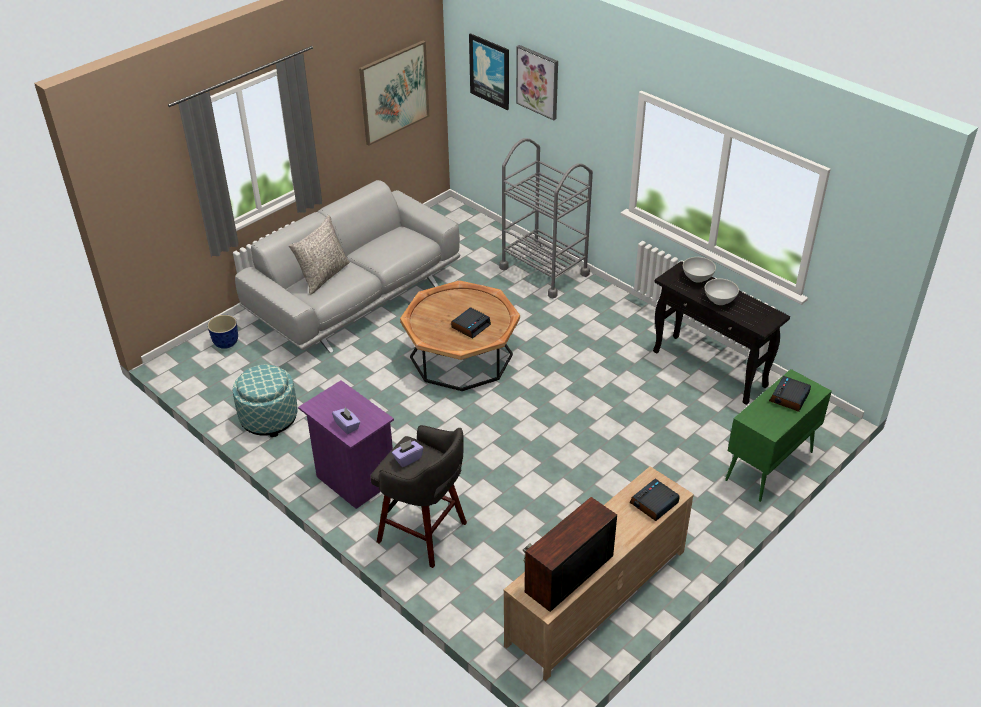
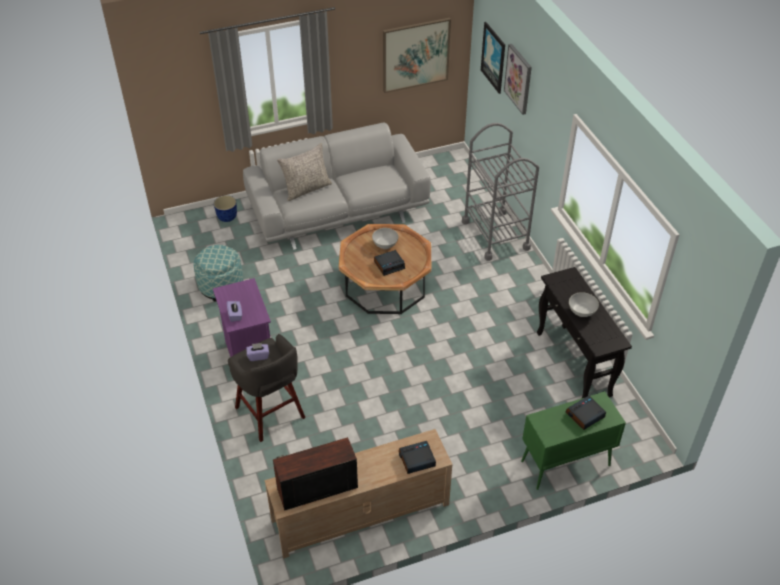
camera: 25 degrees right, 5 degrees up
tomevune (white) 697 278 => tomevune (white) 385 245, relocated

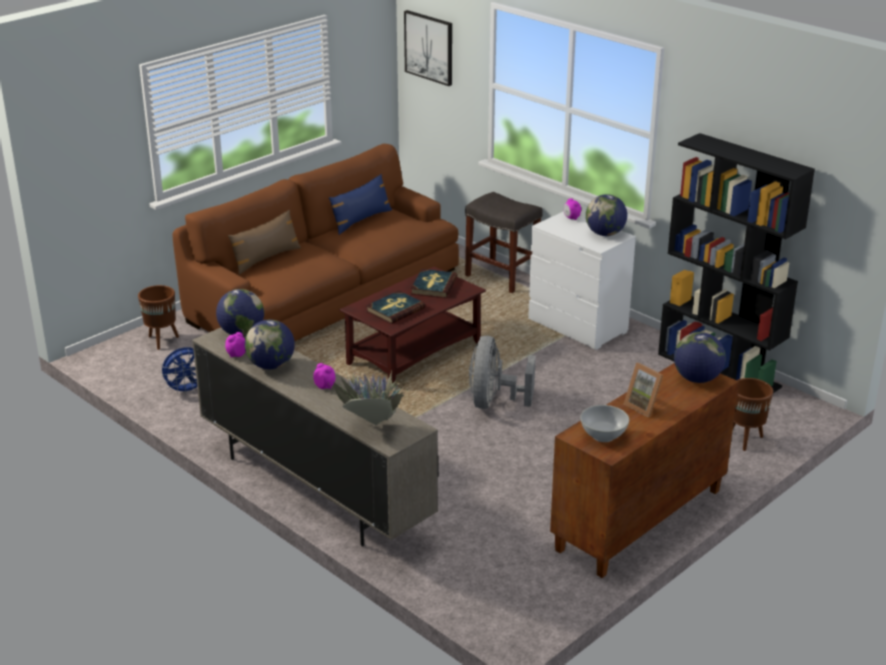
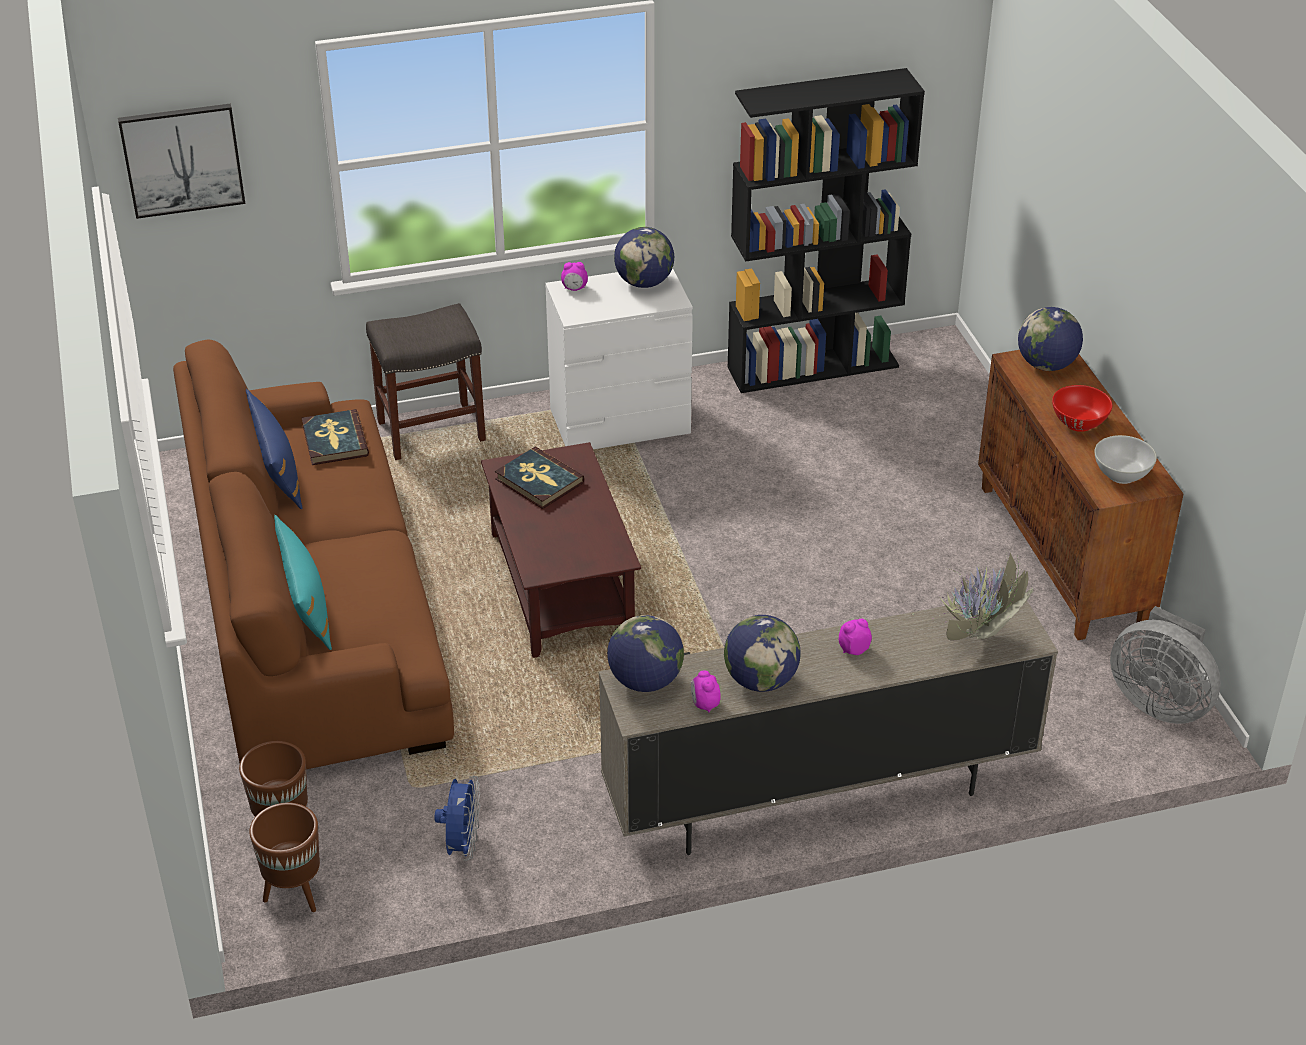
camera: 60 degrees left, 10 degrees up
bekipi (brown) 266 259 => bekipi (turquoise) 305 606
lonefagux 395 310 => lonefagux 334 440, relocated
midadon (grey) 494 402 => midadon (grey) 1159 702, relocated
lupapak 644 406 => tomevune (red) 1079 423
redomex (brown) 745 439 => redomex (brown) 294 894, relocated

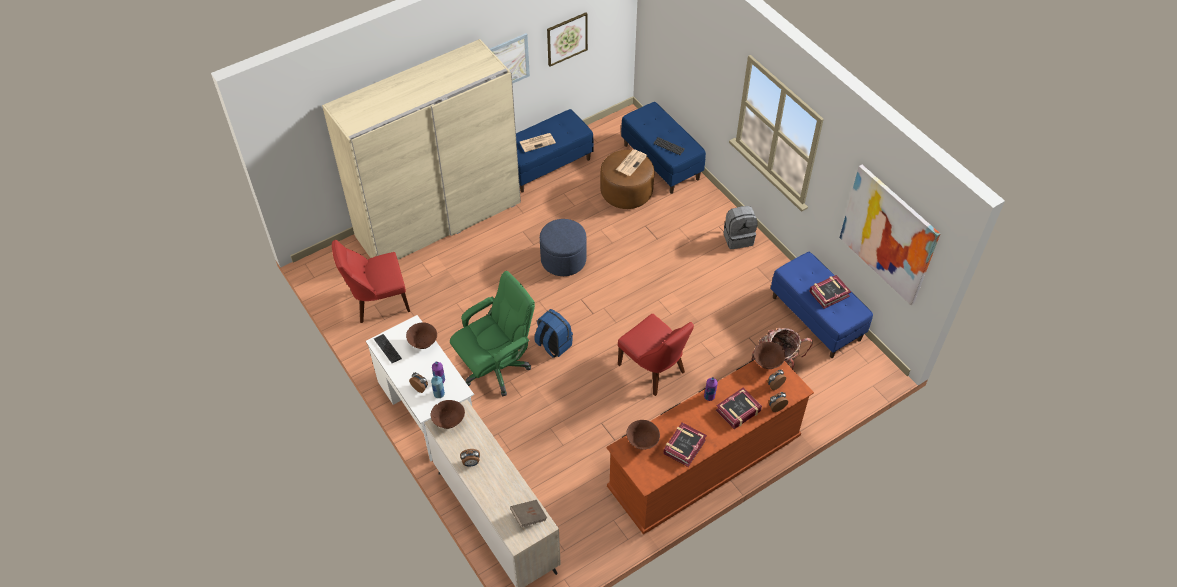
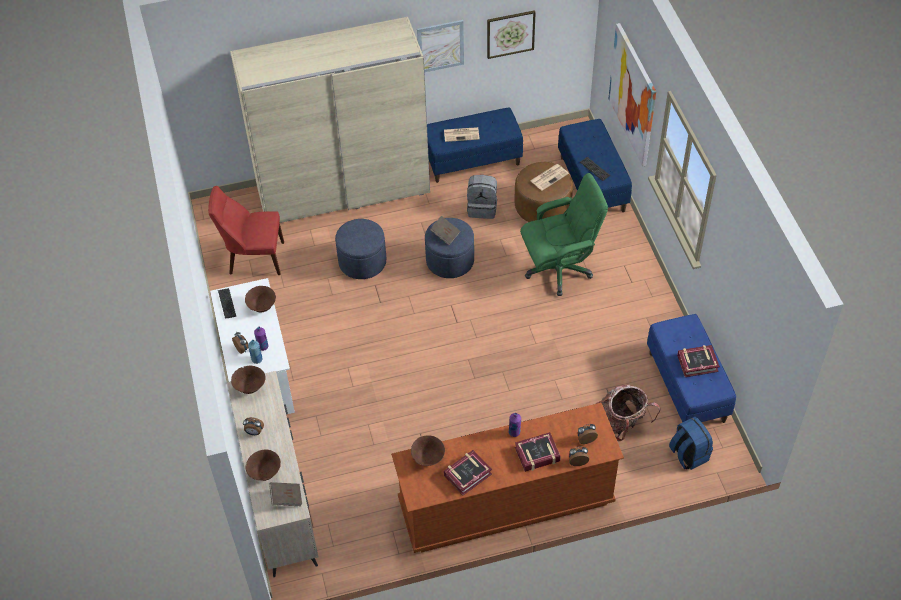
camera: 20 degrees right, 0 degrees up
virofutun 888 234 => virofutun 633 94, relocated
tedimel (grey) 738 238 => tedimel (grey) 482 208, relocated
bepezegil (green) 496 367 => bepezegil (green) 559 269, relocated
tedimel (blue) 553 345 => tedimel (blue) 688 455, relocated
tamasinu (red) 653 370 => nothing
tomevune (brown) 767 363 => tomevune (brown) 265 473, relocated
nothing => lonefagux (brown) 445 234
nothing => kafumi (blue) 362 261

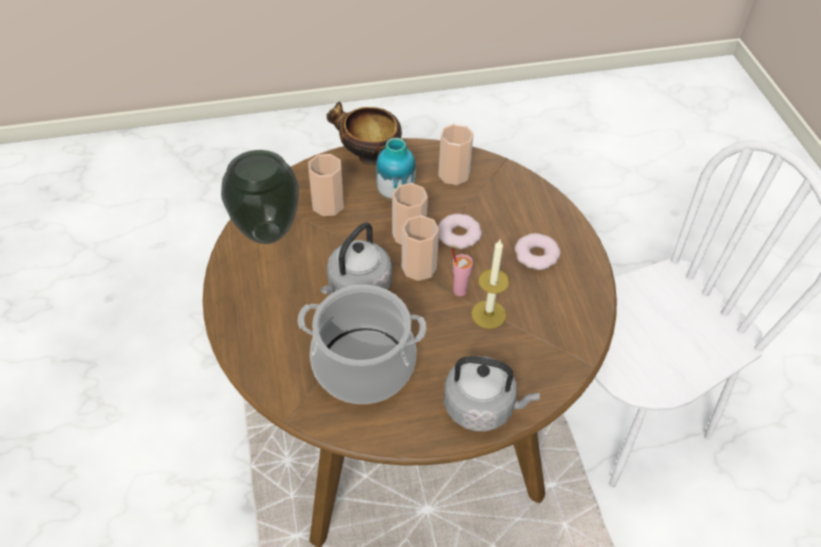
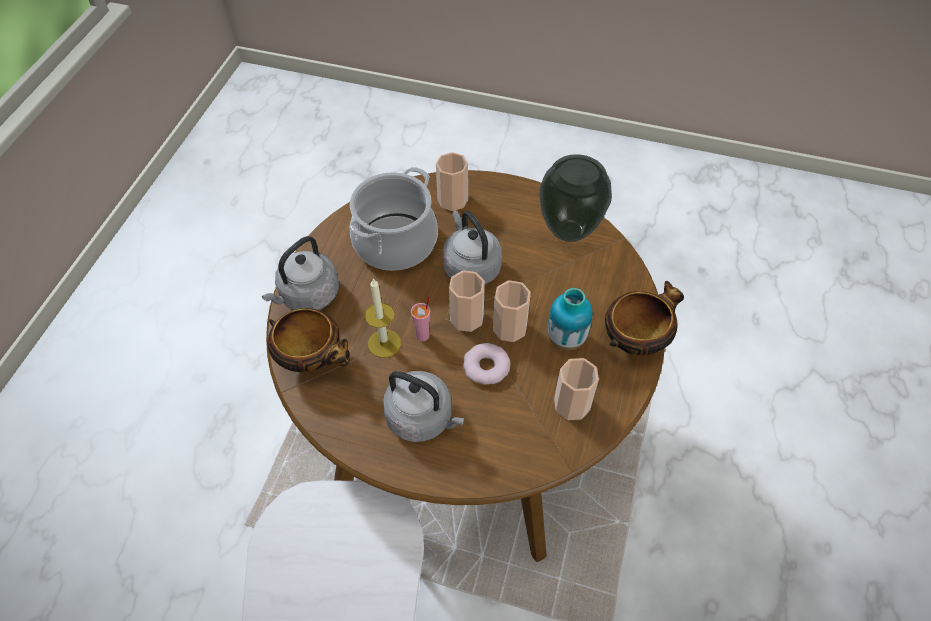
camera: 120 degrees right, 5 degrees up
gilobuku 328 205 => gilobuku 452 200, relocated
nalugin 536 255 => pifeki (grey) 422 418
nothing => tomevune 313 360

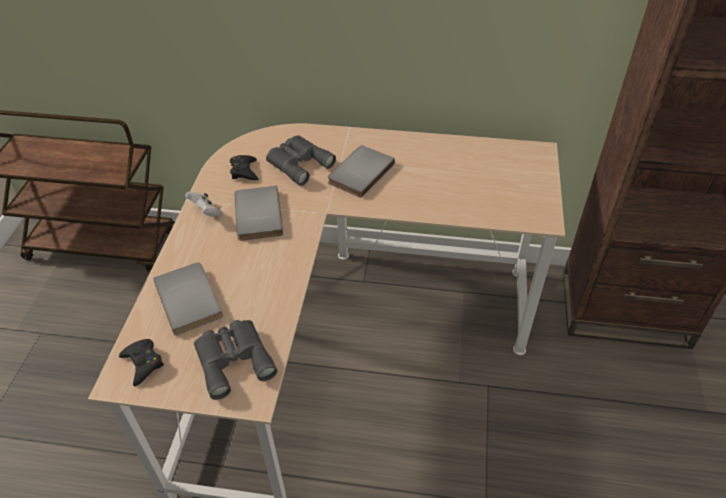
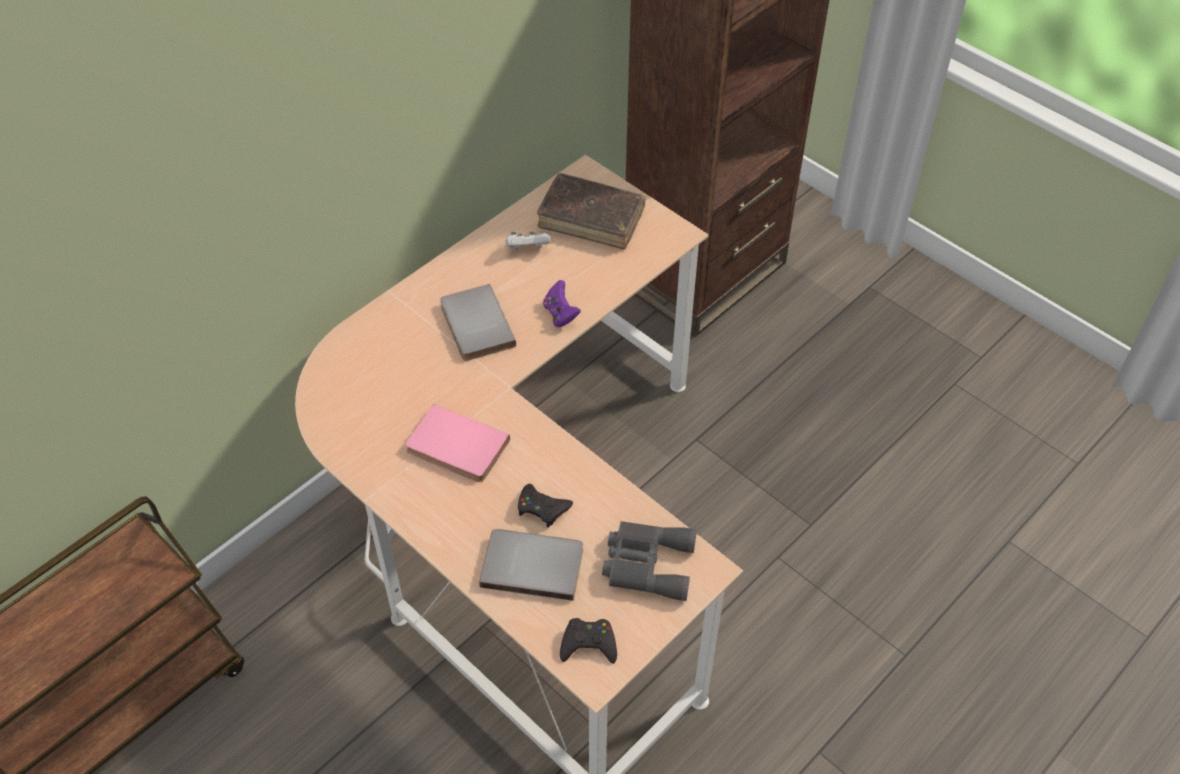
camera: 55 degrees left, 5 degrees up
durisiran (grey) 298 163 => nothing
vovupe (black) 244 171 => vovupe (black) 542 508, relocated
lonefagux (grey) 256 215 => lonefagux (pink) 456 448
vovupe (white) 206 212 => vovupe (white) 528 249, relocated
nothing => lonefagux (brown) 591 219
nothing => vovupe (purple) 560 314

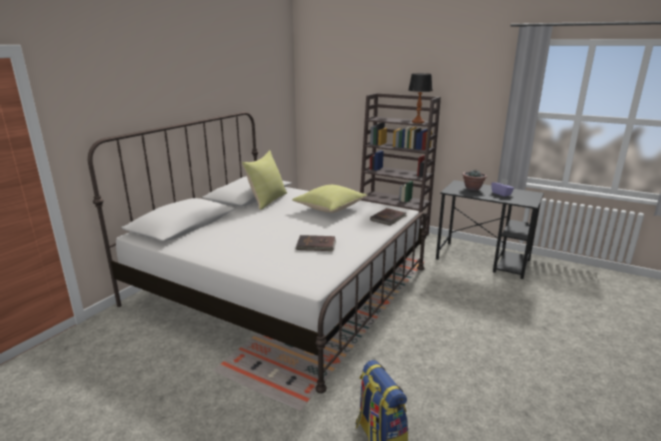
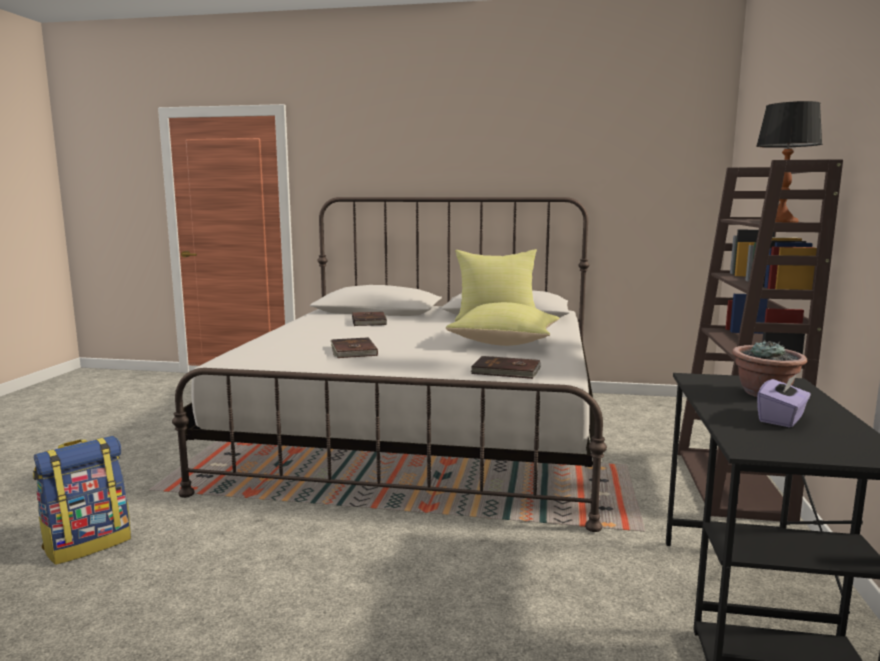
camera: 70 degrees right, 10 degrees down
nothing => lonefagux (brown) 370 321

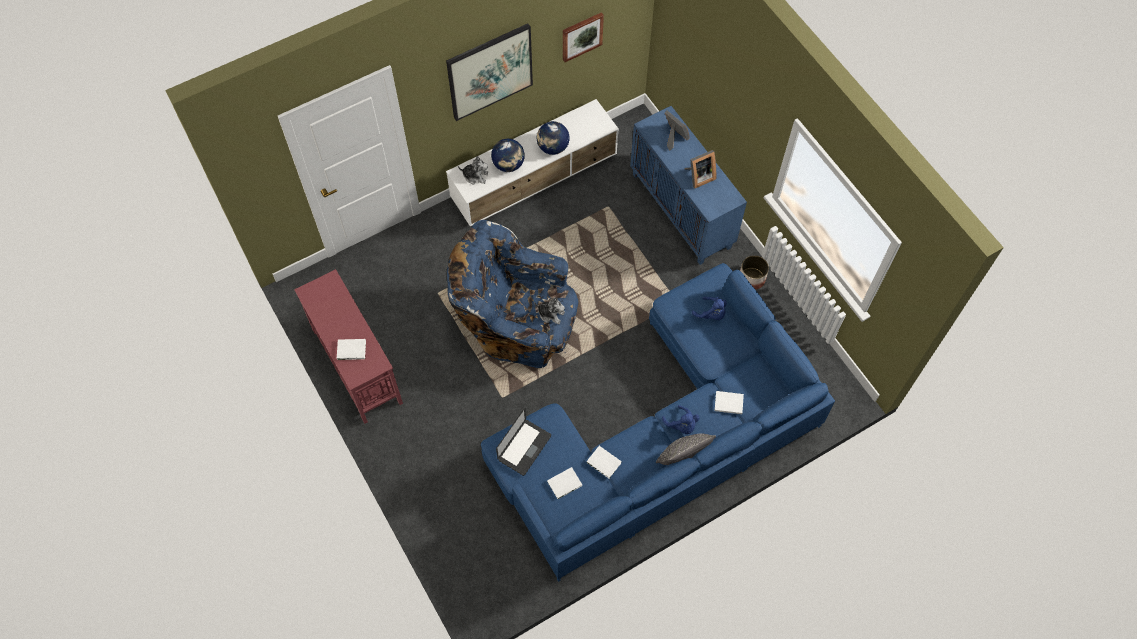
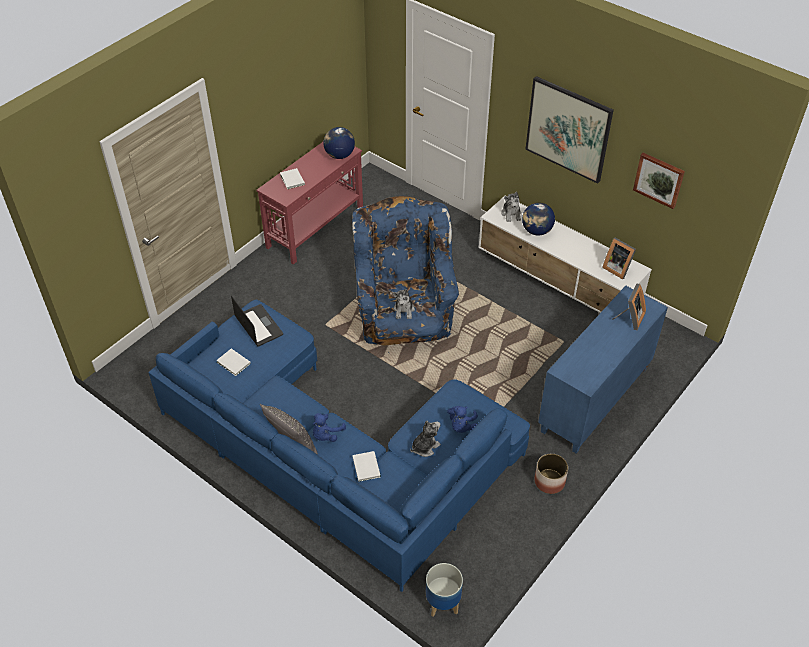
camera: 70 degrees right, 15 degrees down
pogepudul 553 147 => pogepudul 339 155, relocated
lupapak 699 177 => lupapak 617 268, relocated
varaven 524 448 => varaven 259 326, 135 degrees counterclockwise
lonefagux (white) 604 463 => nothing
nothing => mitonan 425 446
nothing => redomex 442 603

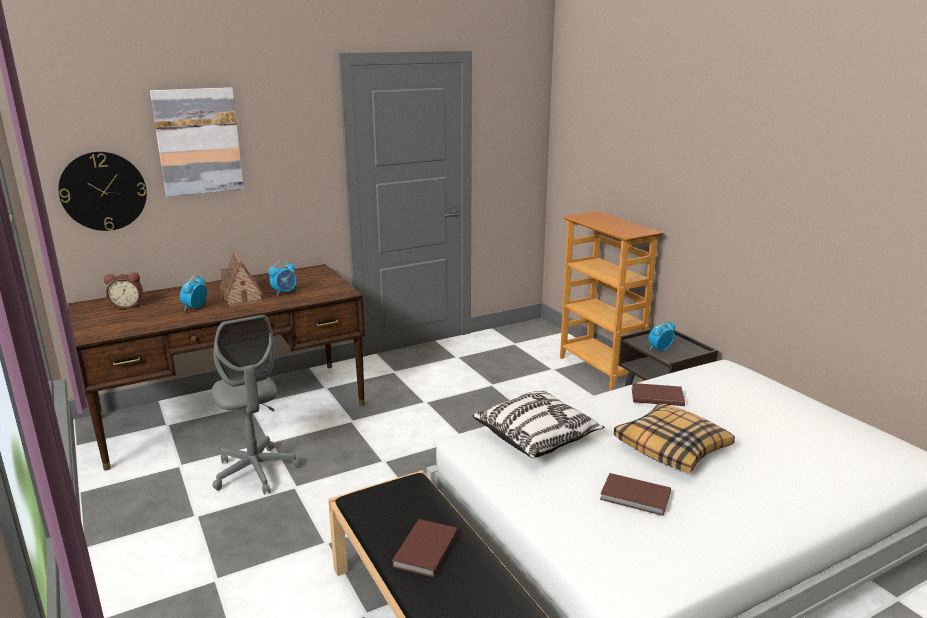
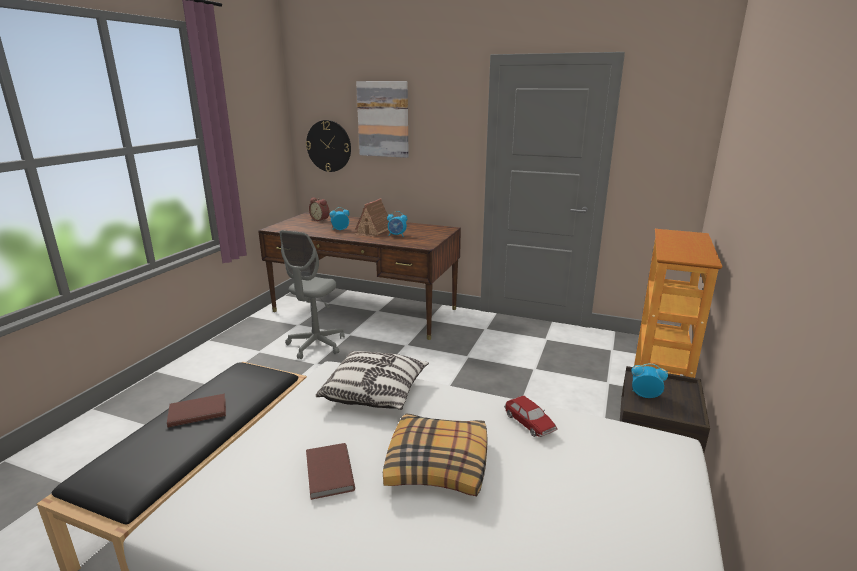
camera: 50 degrees right, 0 degrees up
lonefagux (brown) 656 396 => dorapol 529 423

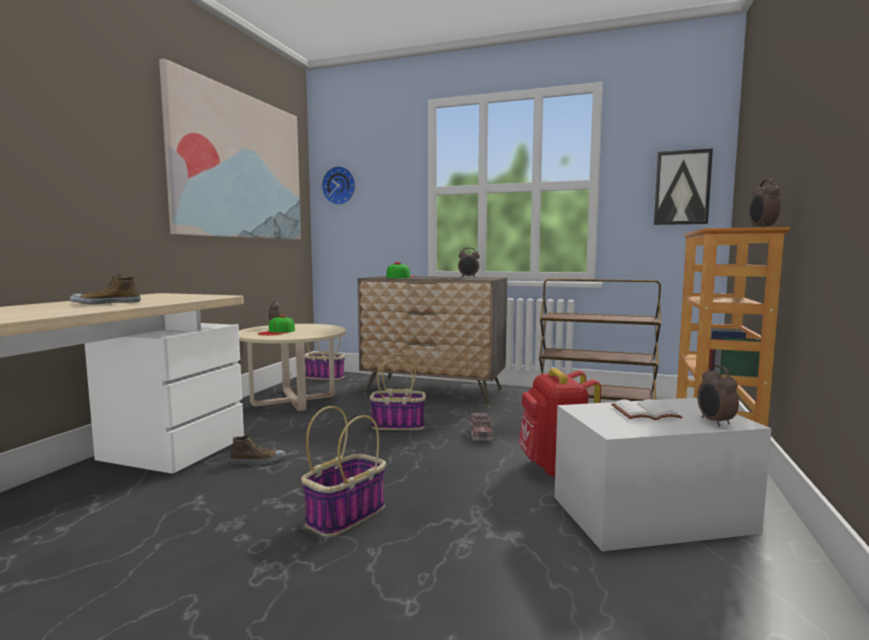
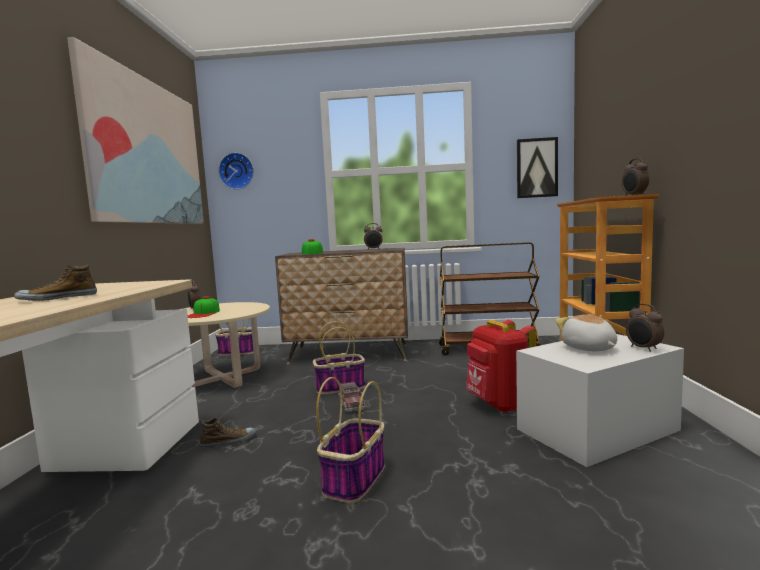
camera: 15 degrees left, 0 degrees up
lonefagux (white) 645 413 => mitonan 588 348
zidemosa 480 435 => zidemosa 351 405, relocated

